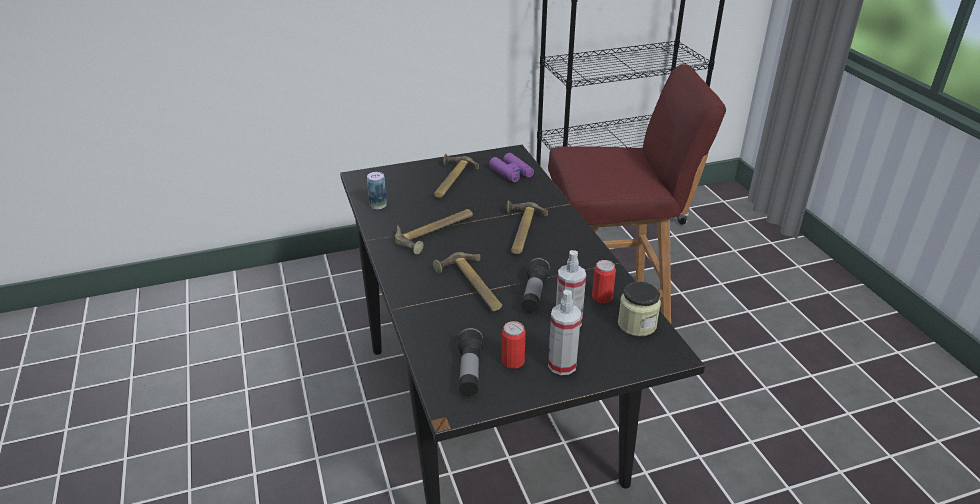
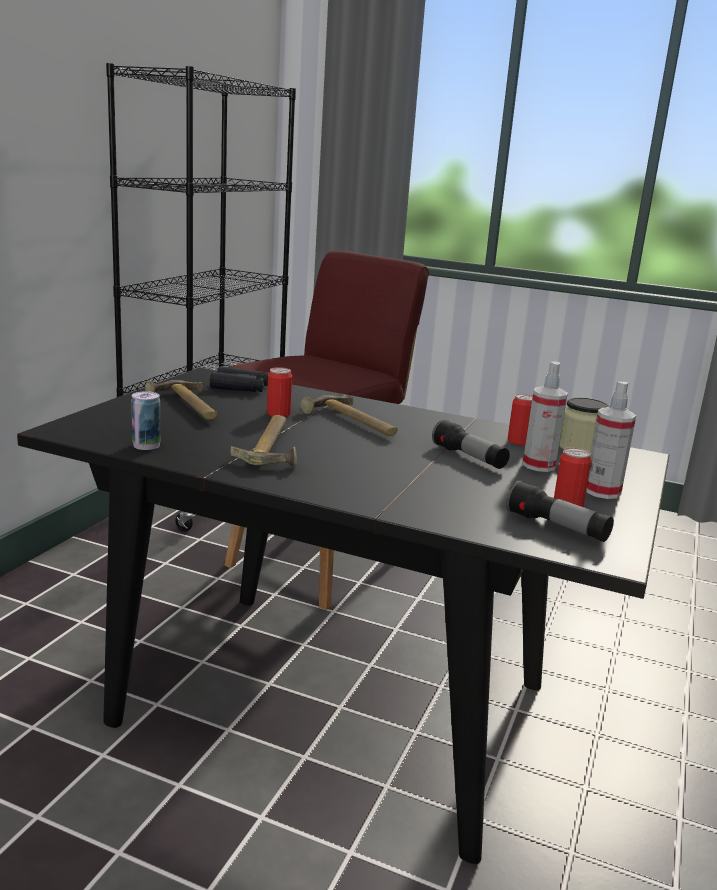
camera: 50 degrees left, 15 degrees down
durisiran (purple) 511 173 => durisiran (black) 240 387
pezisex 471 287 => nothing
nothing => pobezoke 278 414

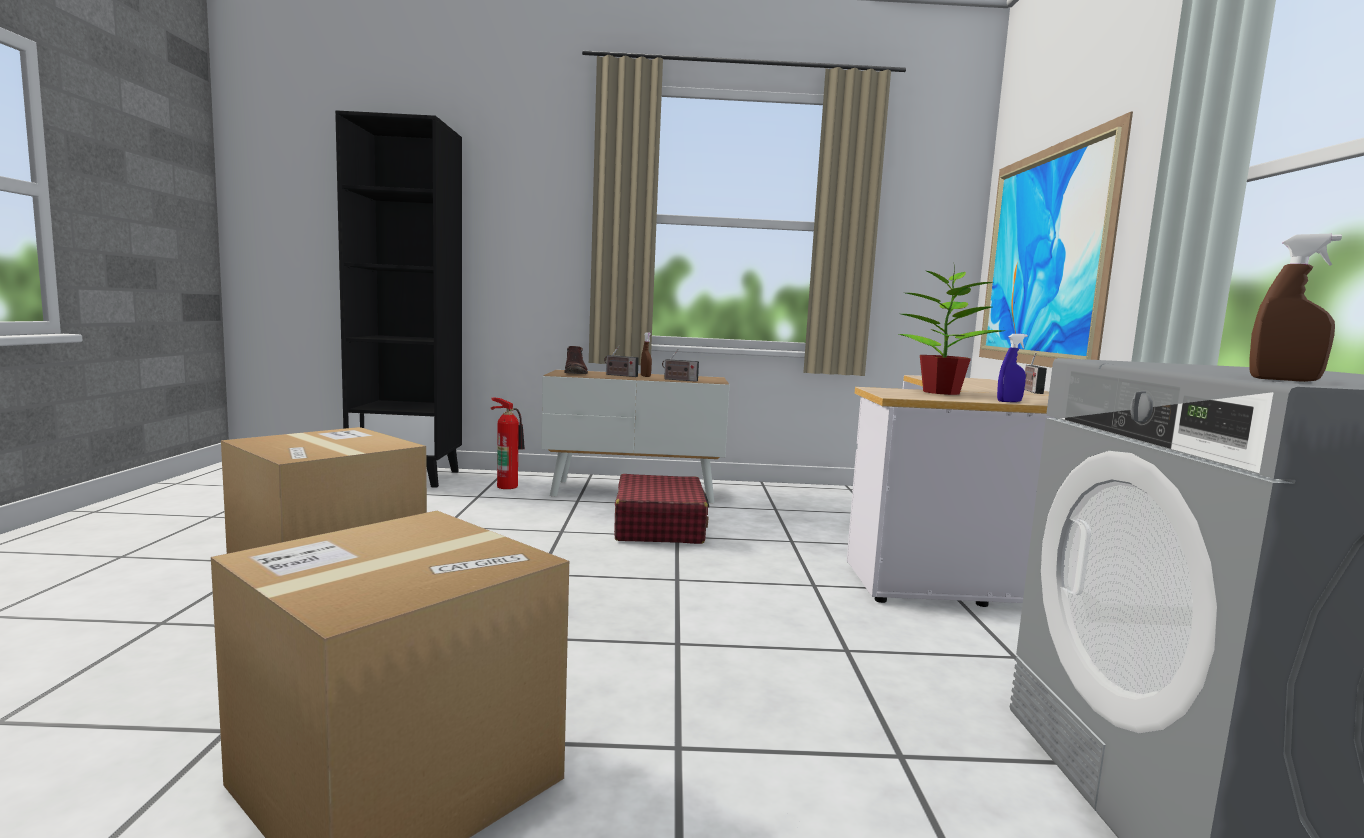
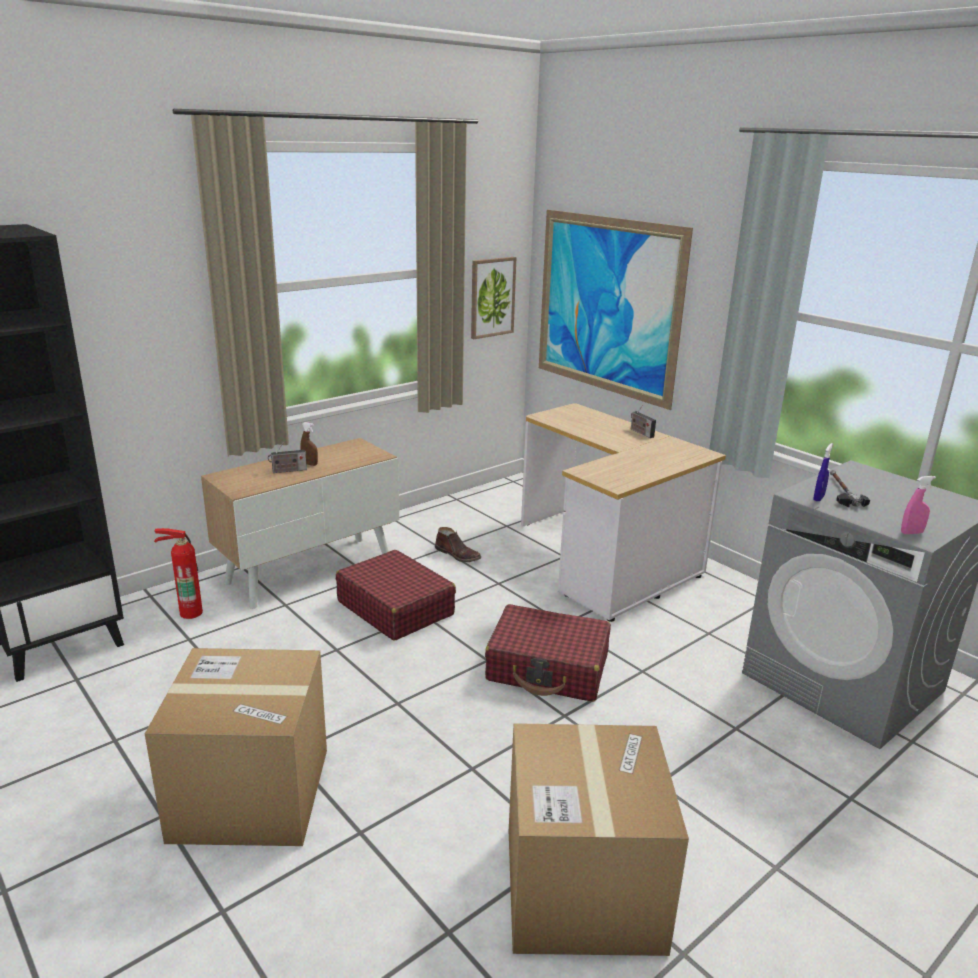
camera: 40 degrees left, 15 degrees up
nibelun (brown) 1284 380 => nibelun (pink) 911 532
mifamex 939 392 => nothing
nibelun (blue) 1009 401 => nibelun (blue) 818 498, relocated
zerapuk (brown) 575 373 => zerapuk (brown) 458 555, relocated
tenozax 679 380 => nothing
nothing => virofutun 492 297
nothing => pezisex 842 491
nothing => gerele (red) 548 668

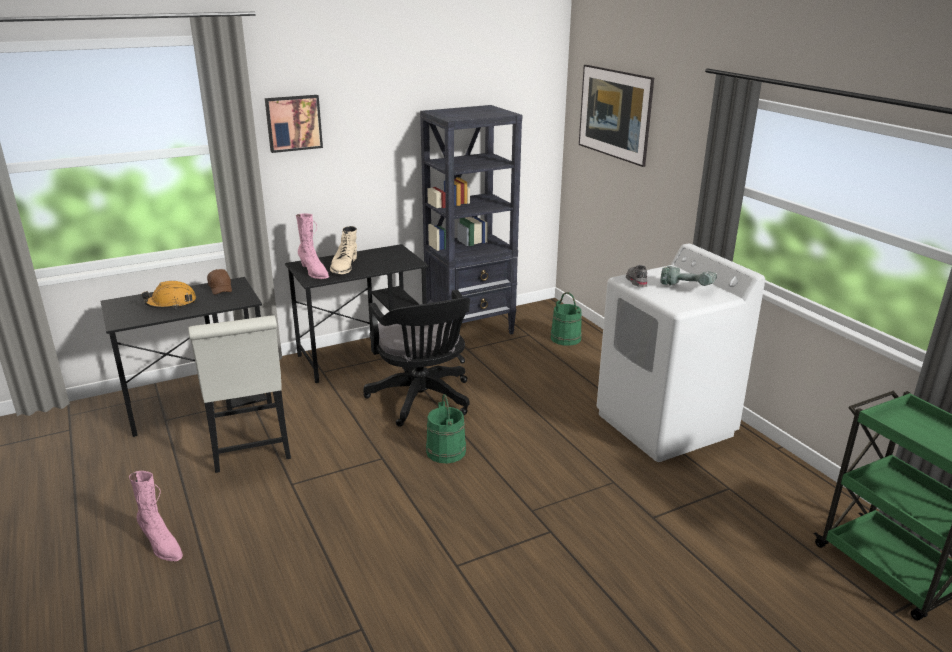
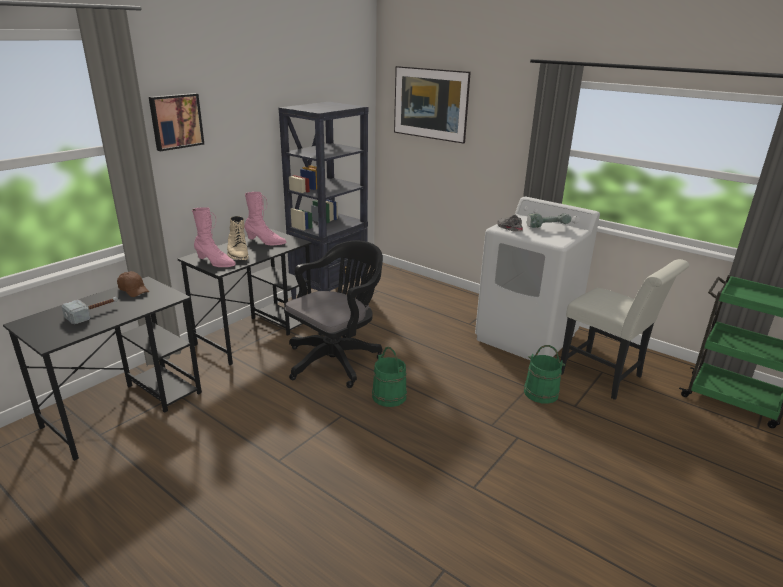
camera: 25 degrees left, 0 degrees up
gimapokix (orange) 171 303 => pezisex 93 313
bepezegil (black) 422 401 => bepezegil (black) 337 359, 90 degrees counterclockwise
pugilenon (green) 566 338 => pugilenon (green) 541 393, relocated
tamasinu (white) 251 449 => tamasinu (white) 605 377, relocated
zerapuk (pink) 161 545 => zerapuk (pink) 265 242, relocated

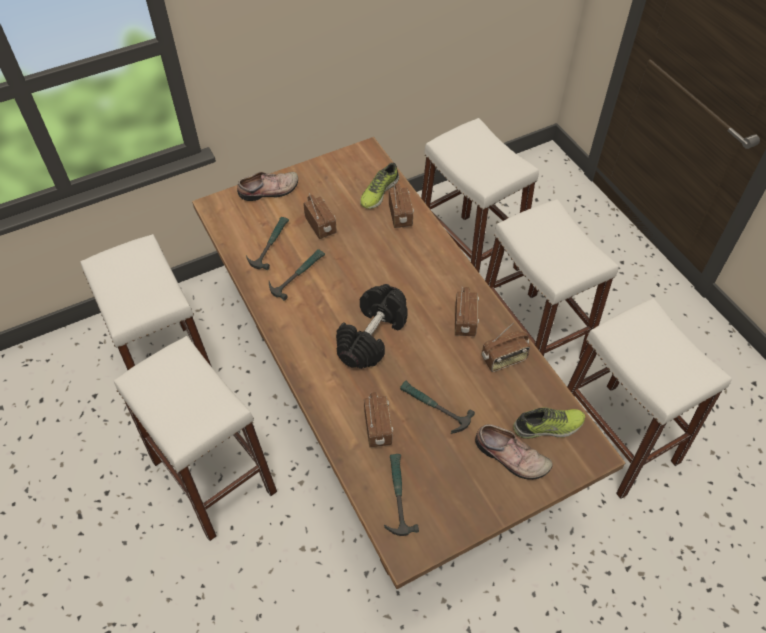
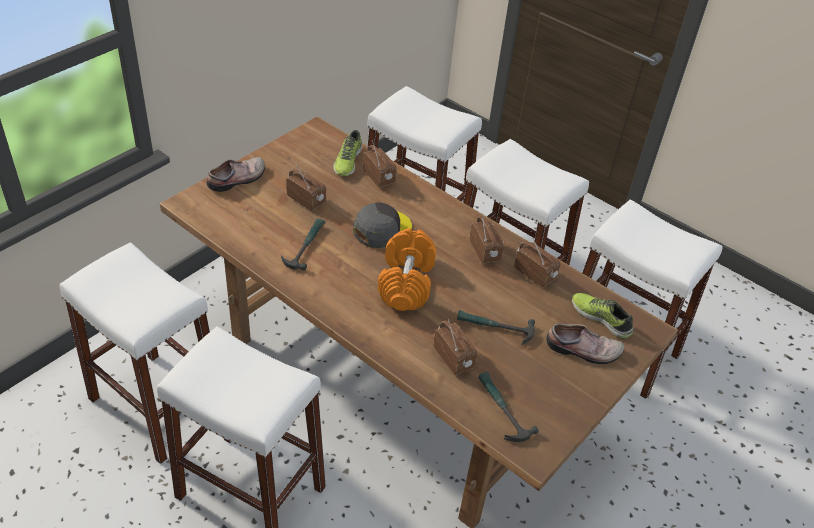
camera: 25 degrees left, 10 degrees down
pezisex 269 245 => nothing
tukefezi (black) 372 336 => tukefezi (orange) 405 282
tenozax 504 359 => tenozax 535 274, 90 degrees counterclockwise
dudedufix 548 427 => dudedufix 601 318, 105 degrees counterclockwise
nothing => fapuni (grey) 381 229

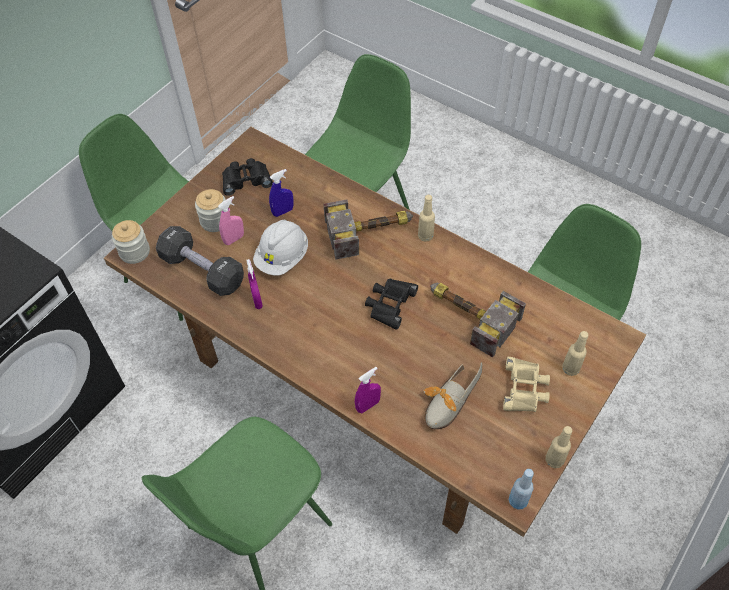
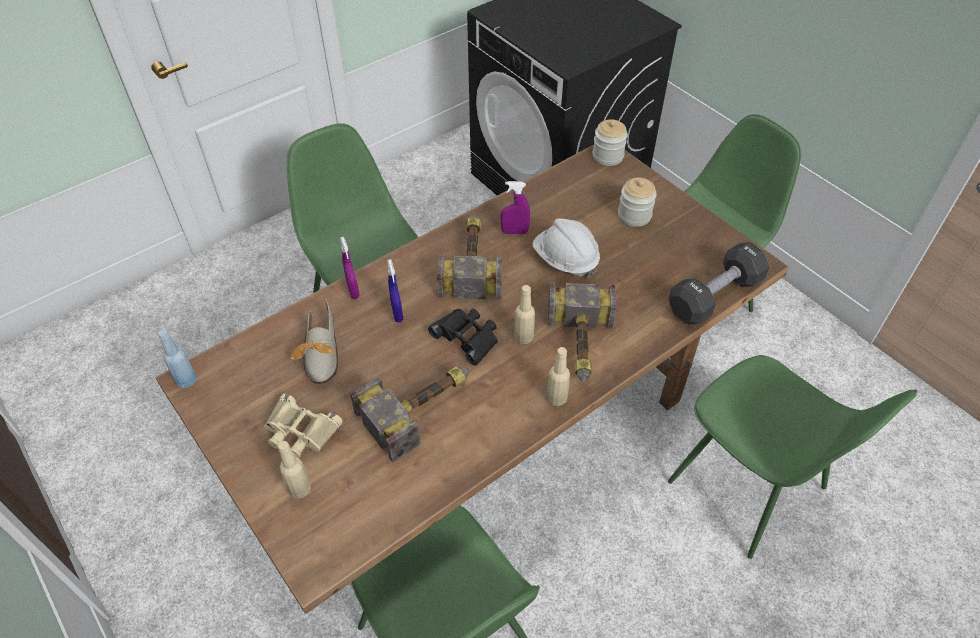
camera: 105 degrees right, 5 degrees down
durisiran (black) 246 179 => nothing
nibelun (blue) 283 211 => nibelun (blue) 397 313, relocated
nibelun (pink) 234 239 => nothing
tukefezi (black) 202 270 => tukefezi (black) 714 296, relocated
dudedufix 448 403 => dudedufix 321 355, 150 degrees counterclockwise
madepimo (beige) 554 460 => madepimo (beige) 523 337, relocated
nothing => pezisex 472 261

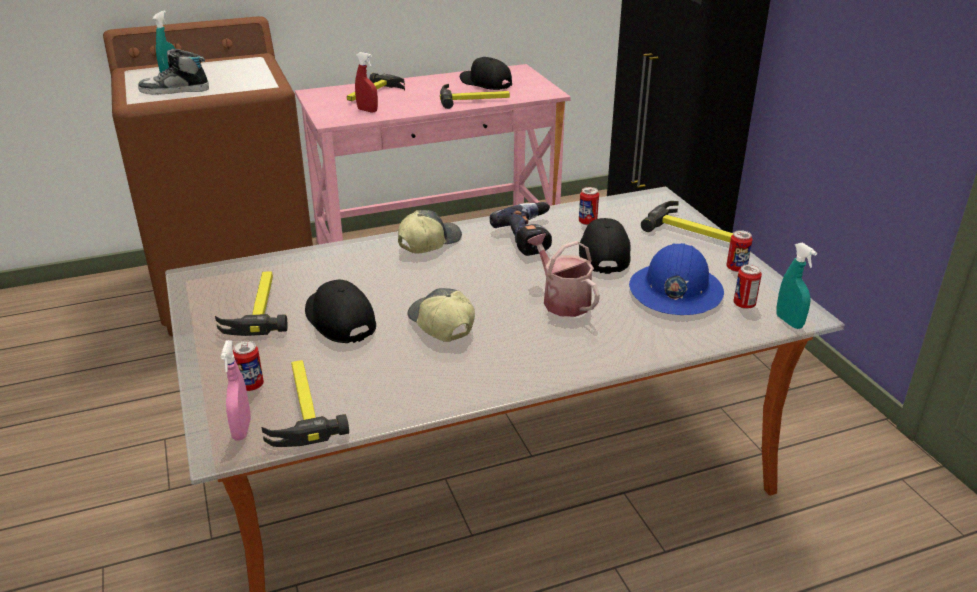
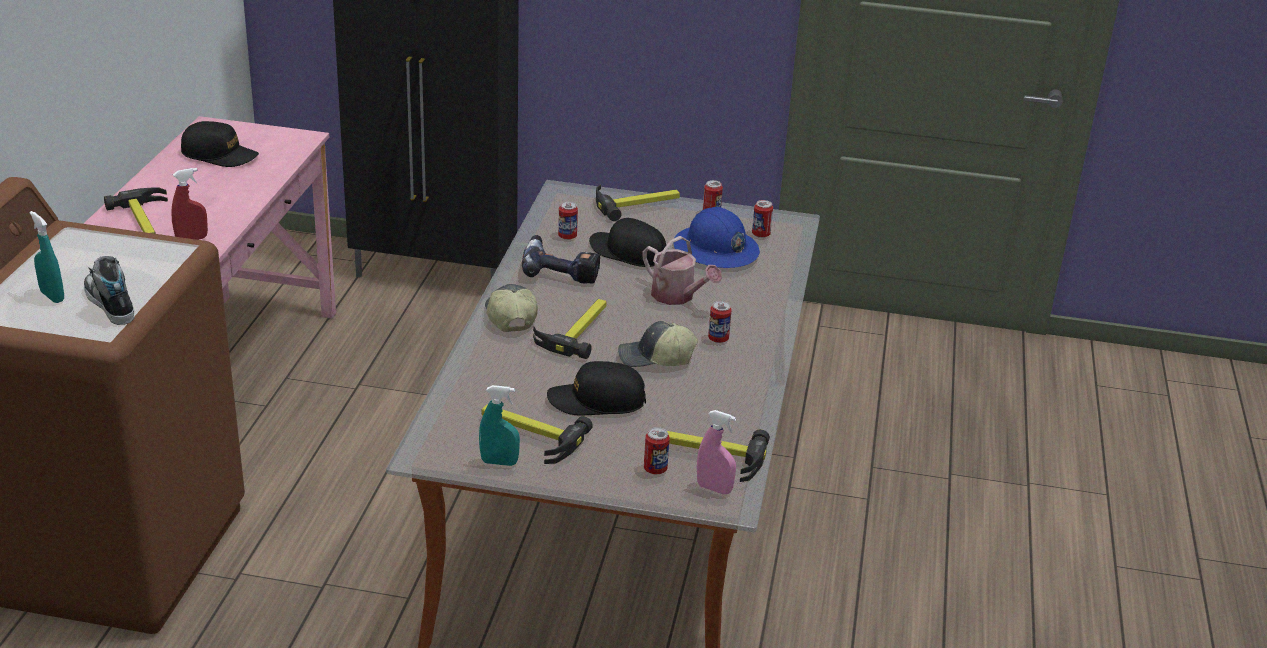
camera: 60 degrees left, 0 degrees up
dudedufix 174 90 => dudedufix 109 304, 120 degrees clockwise
fapuni (black) 485 83 => fapuni (black) 219 155, 150 degrees counterclockwise
pezisex 474 100 => pezisex 577 330, relocated
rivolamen 562 300 => rivolamen 677 296, 135 degrees counterclockwise
nibelun (turquoise) 789 322 => nibelun (turquoise) 499 462, relocated
nothing => pobezoke 718 339

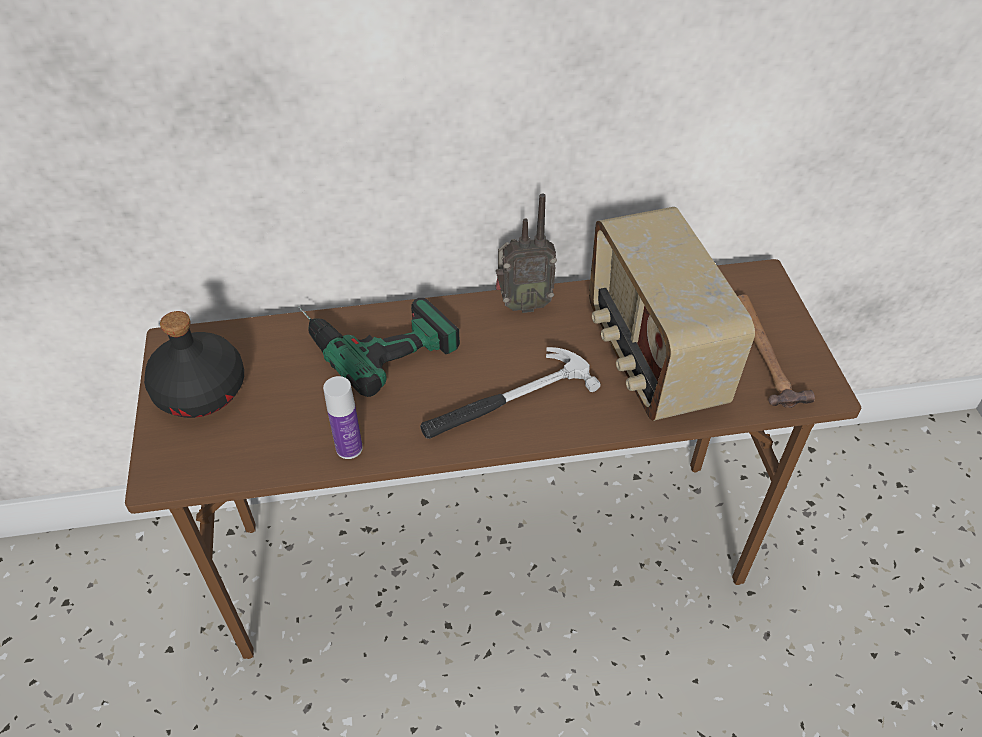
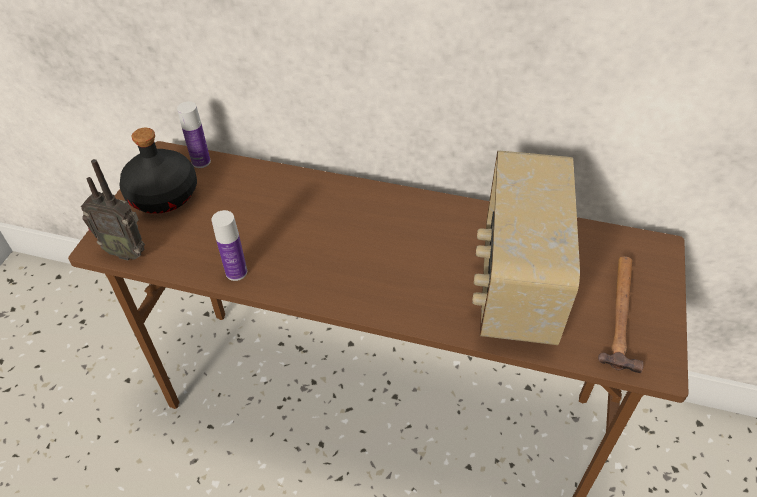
camera: 25 degrees right, 0 degrees up
tenozax 522 304 => tenozax 126 251, relocated
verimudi 373 336 => nothing
pezisex 506 401 => nothing
nothing => madepimo 201 162

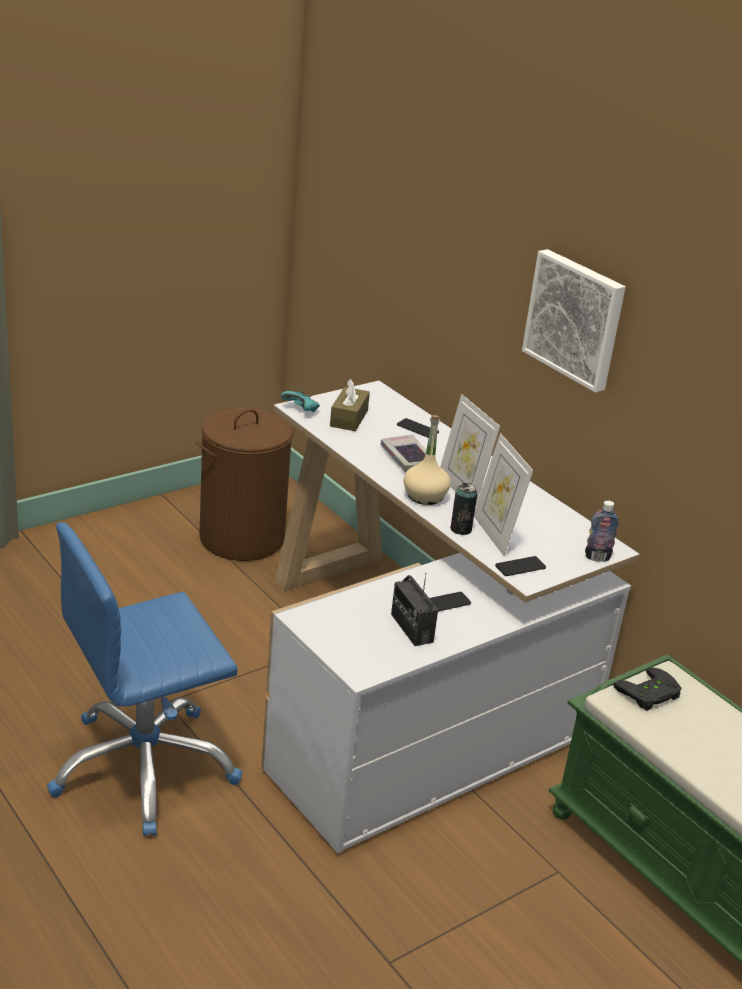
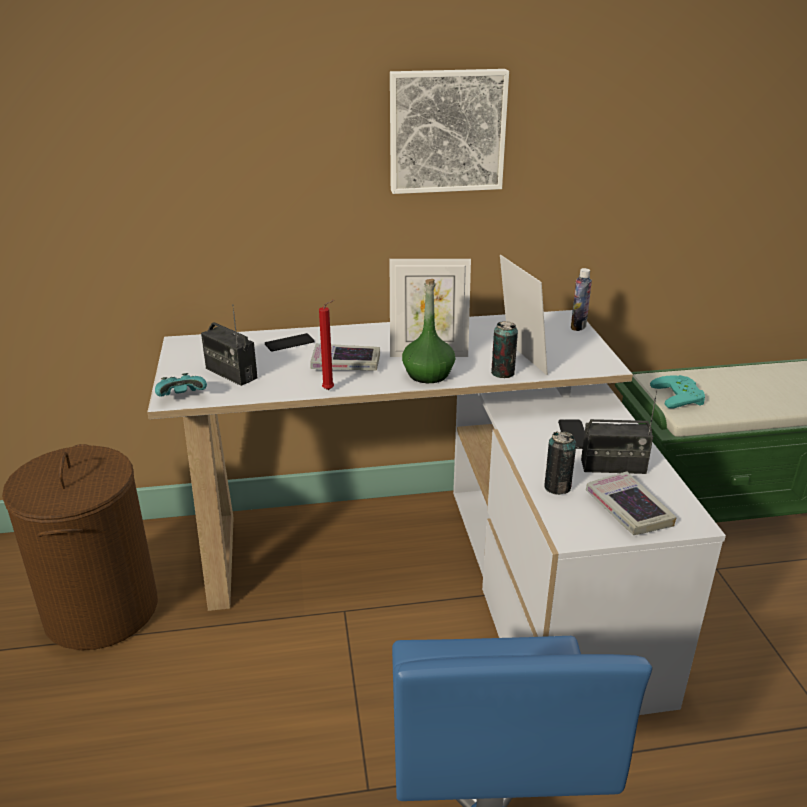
camera: 60 degrees left, 0 degrees up
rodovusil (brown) 349 418 => tenozax 231 373
madepimo (beige) 424 496 => madepimo (green) 428 374
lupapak 495 534 => lupapak 519 359, 120 degrees counterclockwise
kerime 520 567 => nothing
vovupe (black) 650 695 => vovupe (turquoise) 681 396
nothing => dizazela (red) 330 390
nothing => pobezoke 557 487
nothing => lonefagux 628 509

